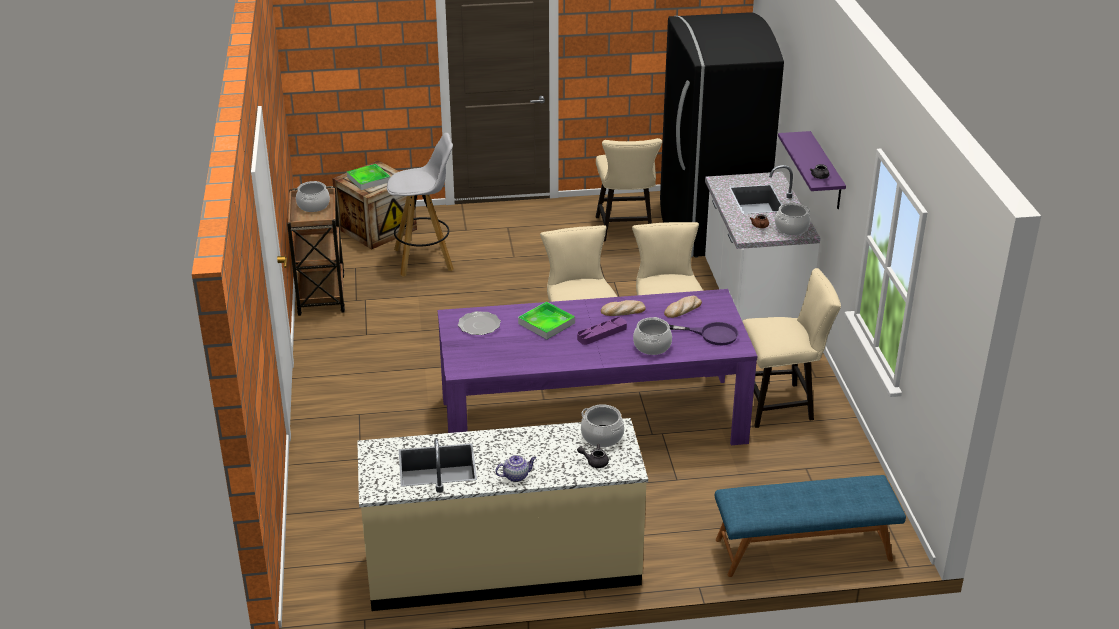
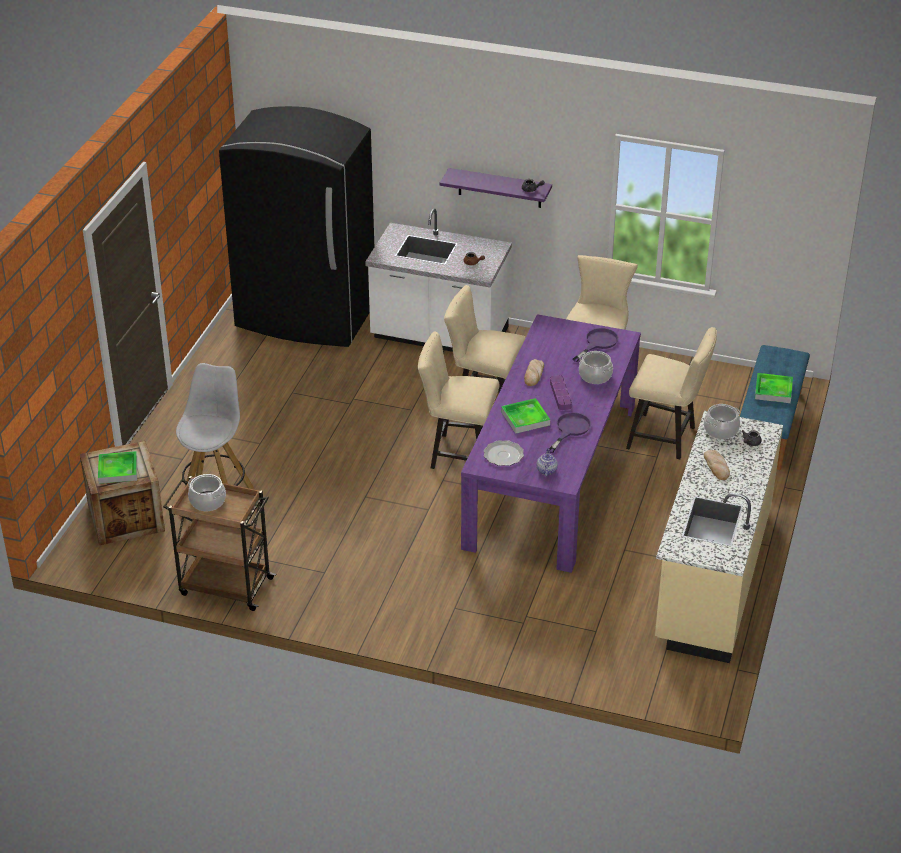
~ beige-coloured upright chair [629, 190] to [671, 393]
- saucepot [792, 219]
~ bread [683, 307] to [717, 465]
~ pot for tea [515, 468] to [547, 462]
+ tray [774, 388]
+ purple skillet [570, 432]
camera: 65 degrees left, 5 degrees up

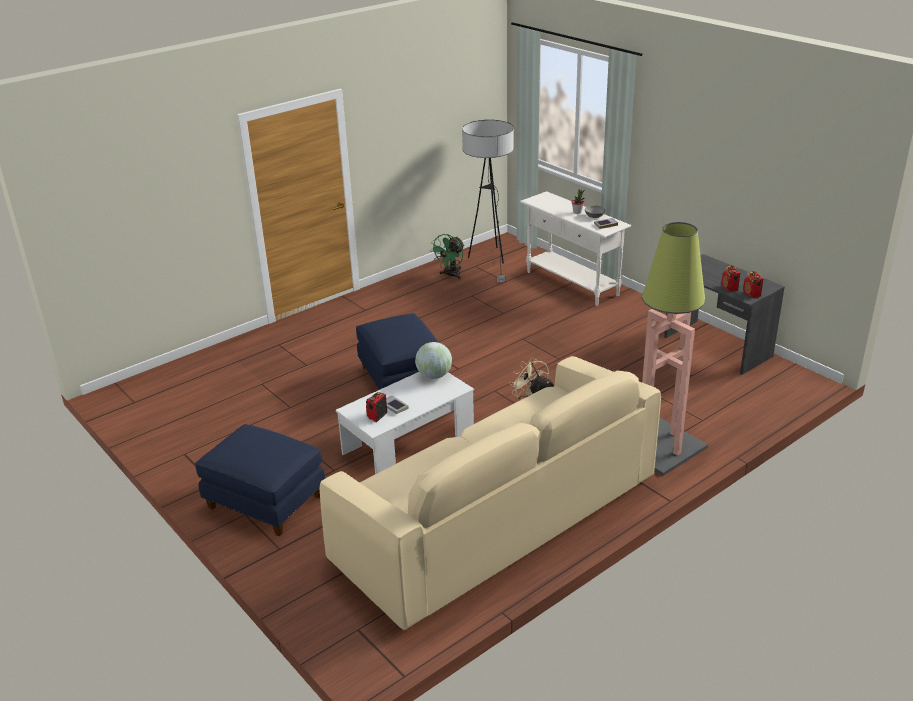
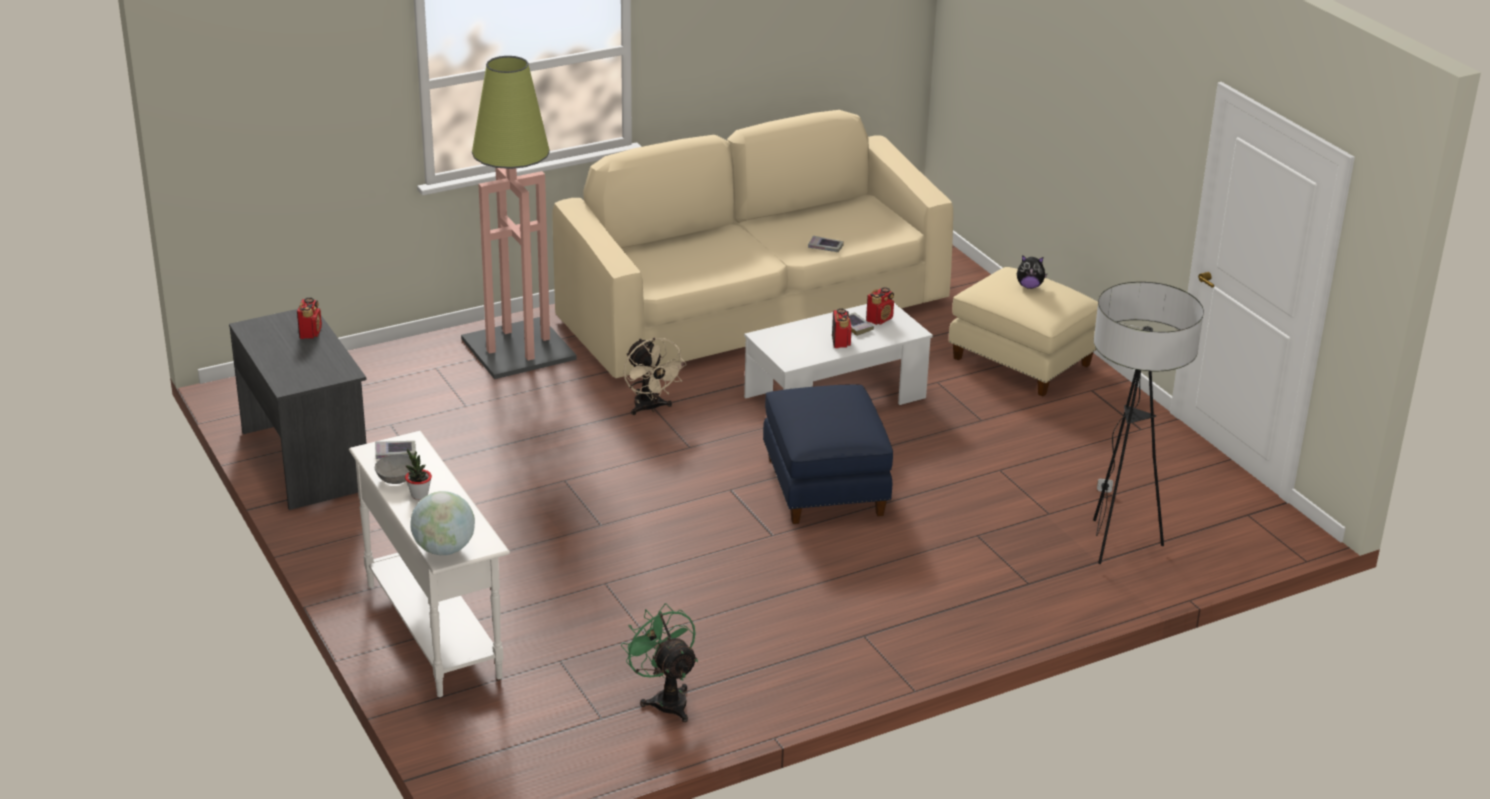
~ standing lamp [488, 201] to [1148, 423]
~ greenish electric fan [447, 256] = [659, 662] 75 degrees counterclockwise
~ radio set [753, 284] to [842, 328]
~ desk globe [433, 360] to [442, 523]
~ blue-coloured footrest [260, 480] to beige-coloured footrest [1023, 332]
+ bound book [826, 244]
+ plush toy [1032, 272]
camera: 170 degrees left, 0 degrees up

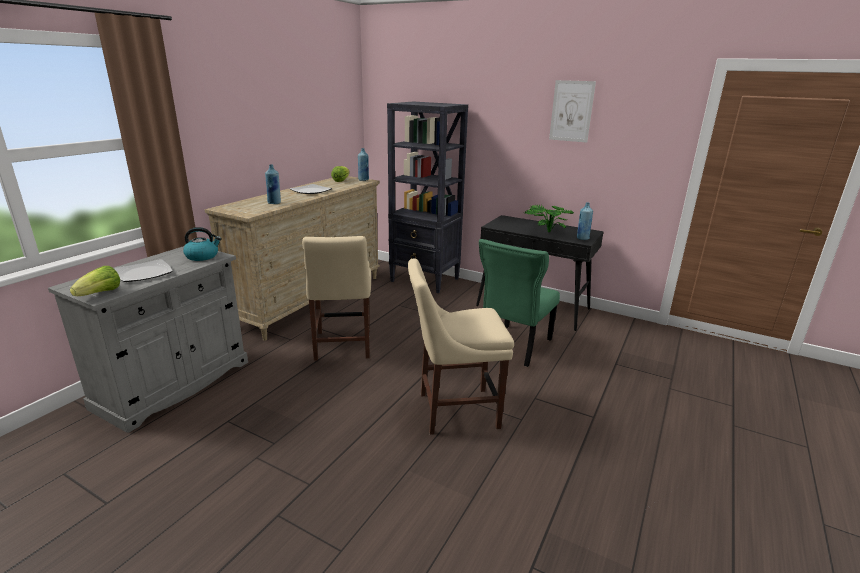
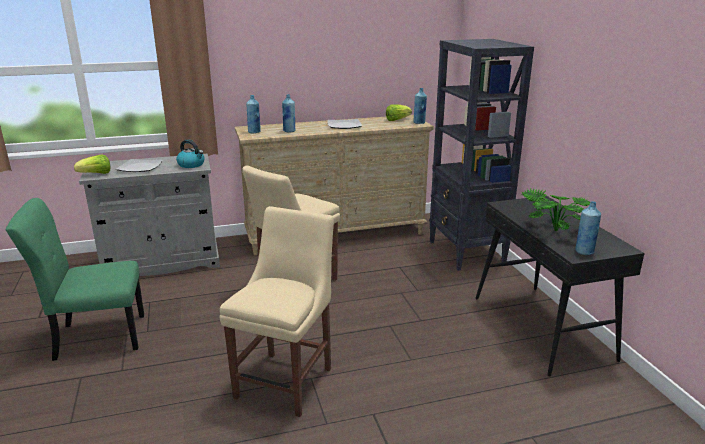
- wall picture [572, 111]
~ greenish upright chair [519, 303] to [75, 279]
~ beige-coloured upright chair [461, 347] = [276, 311] 75 degrees clockwise
+ blue-coloured bottle [253, 114]
camera: 45 degrees right, 0 degrees up

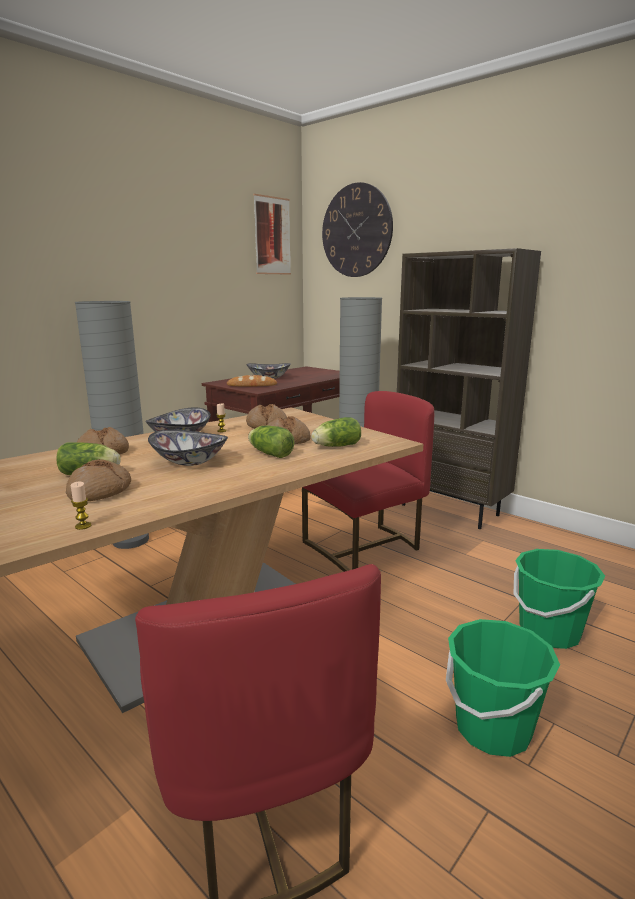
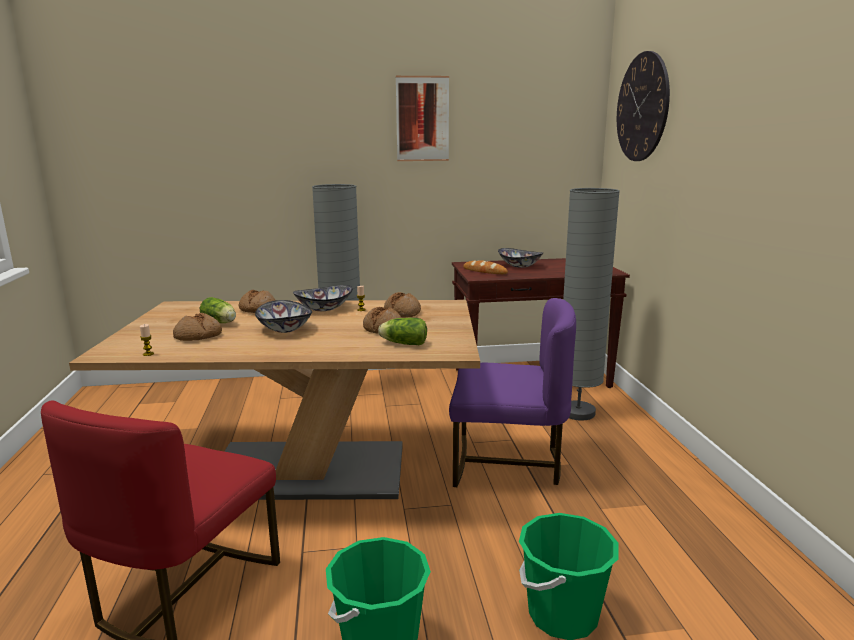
~ wall picture [272, 234] to [422, 118]
- brown bookcase [469, 388]
~ reddish upright chair [368, 481] to purple upright chair [512, 392]
- lettuce [271, 442]
camera: 40 degrees right, 0 degrees up

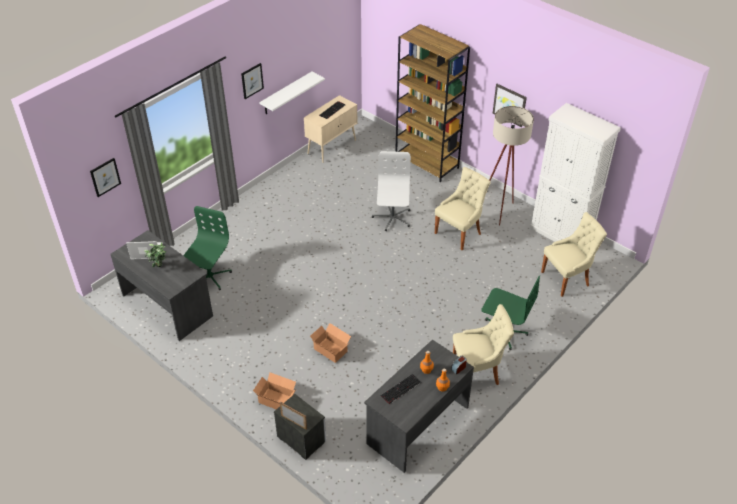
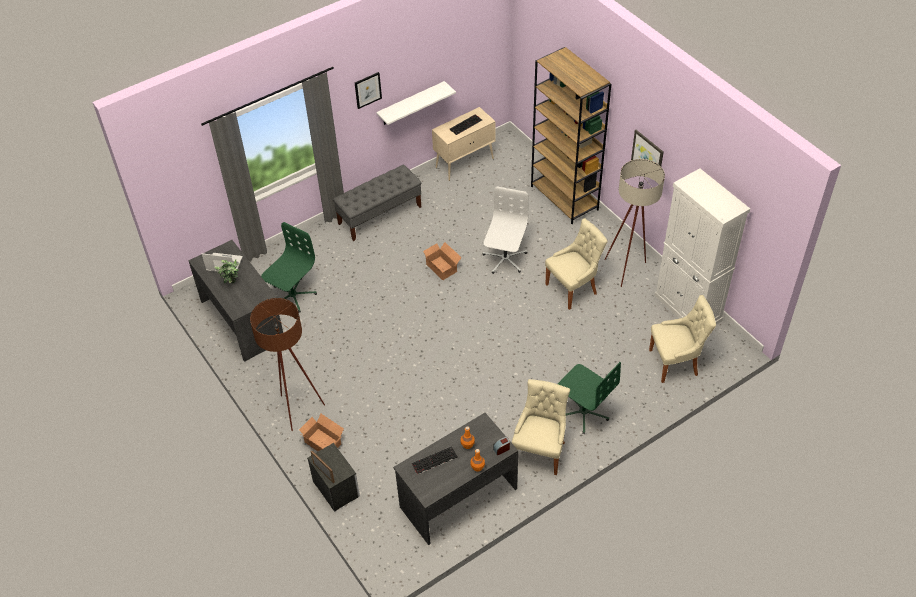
- wall picture [105, 177]
~ beige-coloured upright chair [483, 344] = [541, 427] 75 degrees counterclockwise
~ packing box [330, 343] to [442, 261]
+ grey indoor bench [377, 202]
+ brown standing lamp [287, 364]
camera: 15 degrees right, 5 degrees up

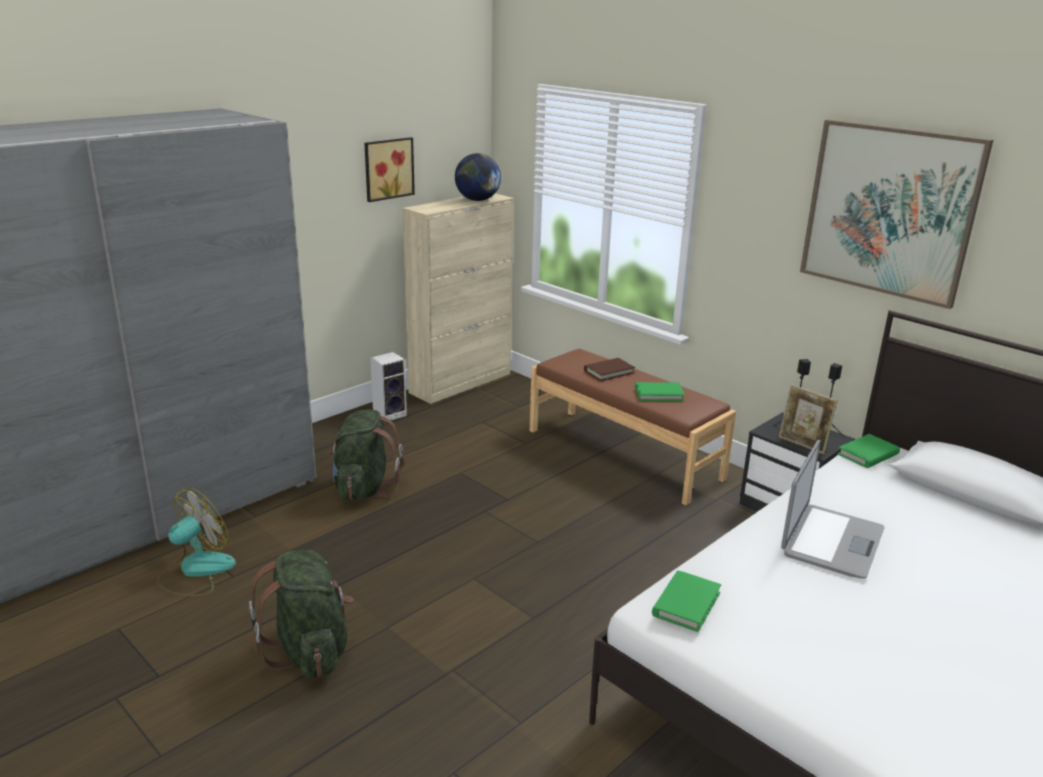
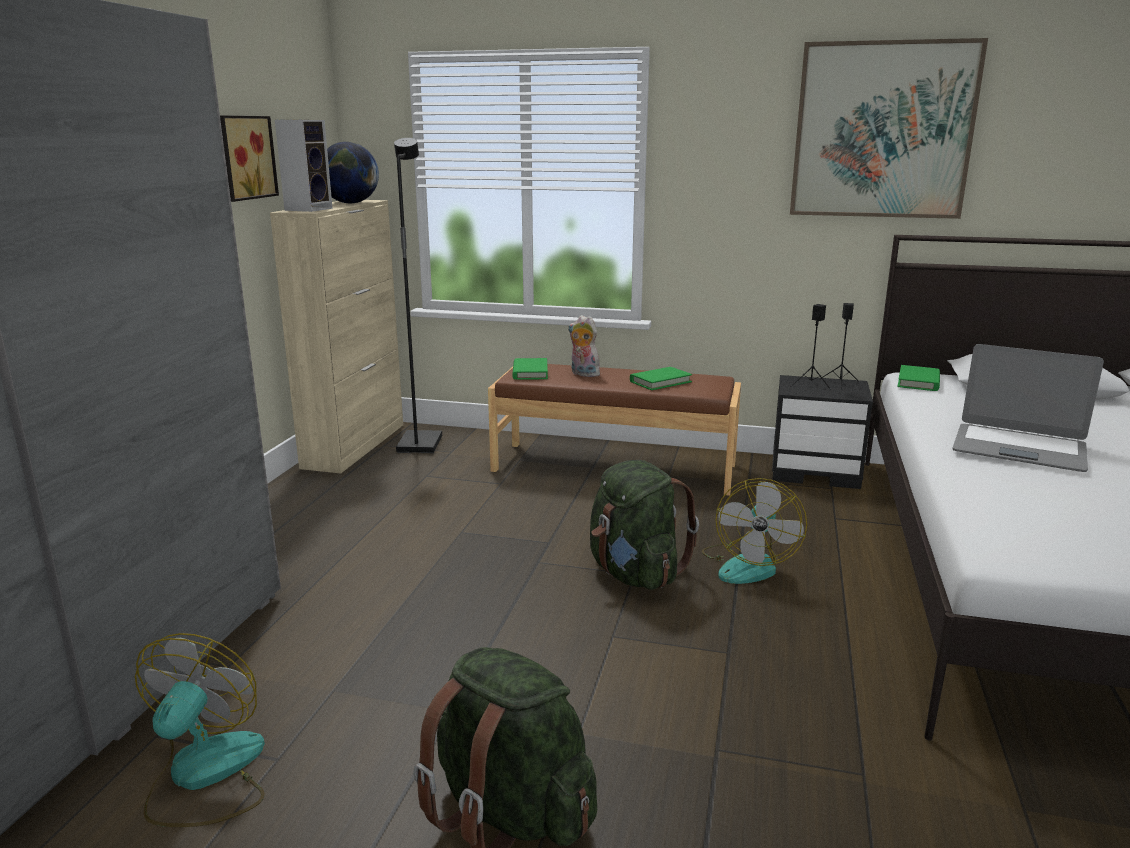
~ audio speaker [388, 386] to [304, 166]
~ brown bound book [609, 369] to plush toy [584, 346]
- picture frame [808, 419]
~ greenish knapsack [366, 454] to [644, 525]
~ laptop [833, 509] = [1028, 408] 120 degrees clockwise
~ greenish bound book [686, 601] to [530, 369]
+ black-coloured standing lamp [418, 295]
+ electric fan [754, 531]
camera: 30 degrees left, 5 degrees down

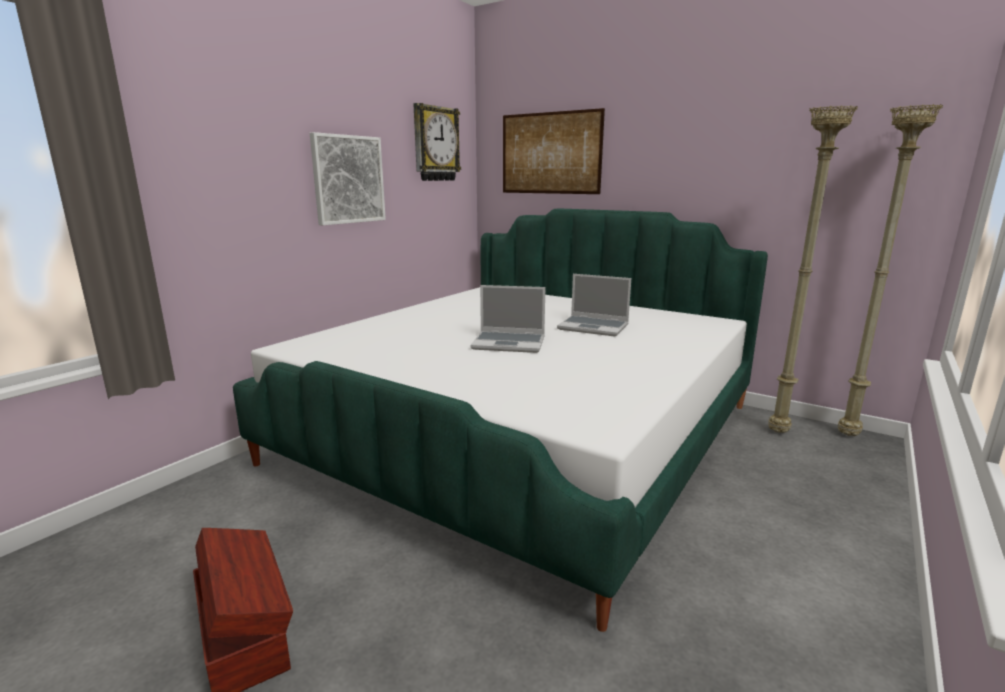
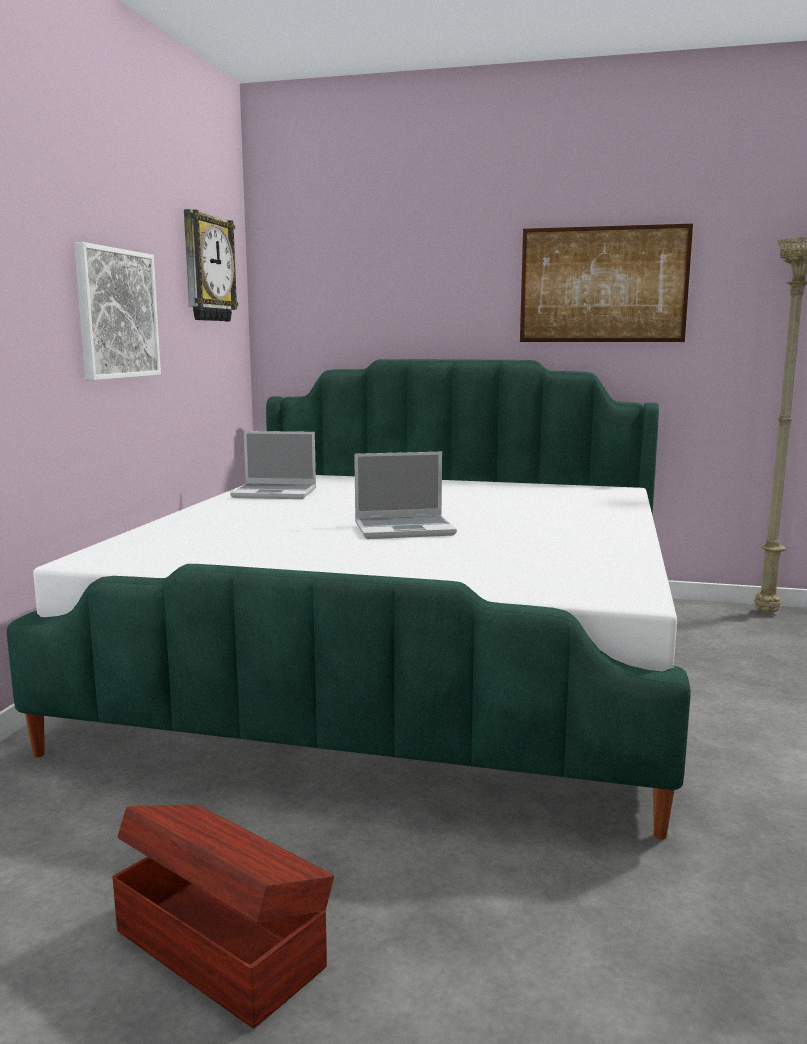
- beige-coloured standing lamp [813, 269]
~ wall picture [554, 151] to [606, 283]
~ laptop [594, 305] to [273, 465]
camera: 20 degrees left, 5 degrees down

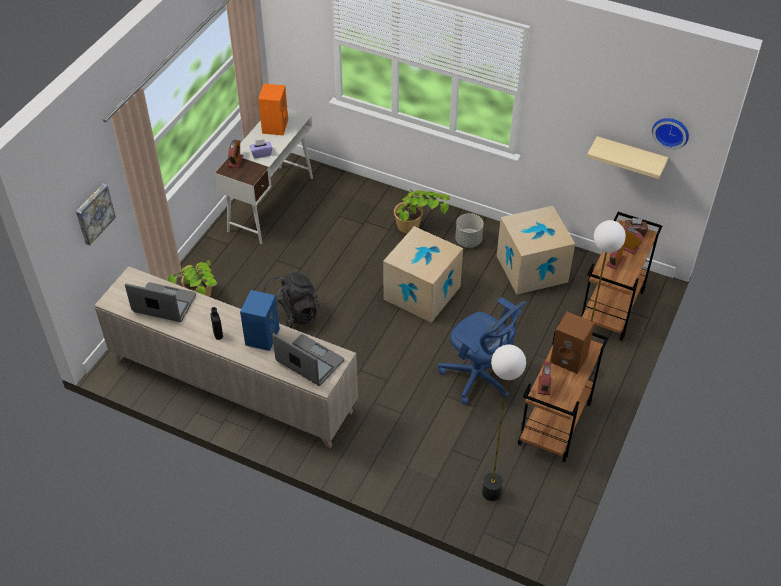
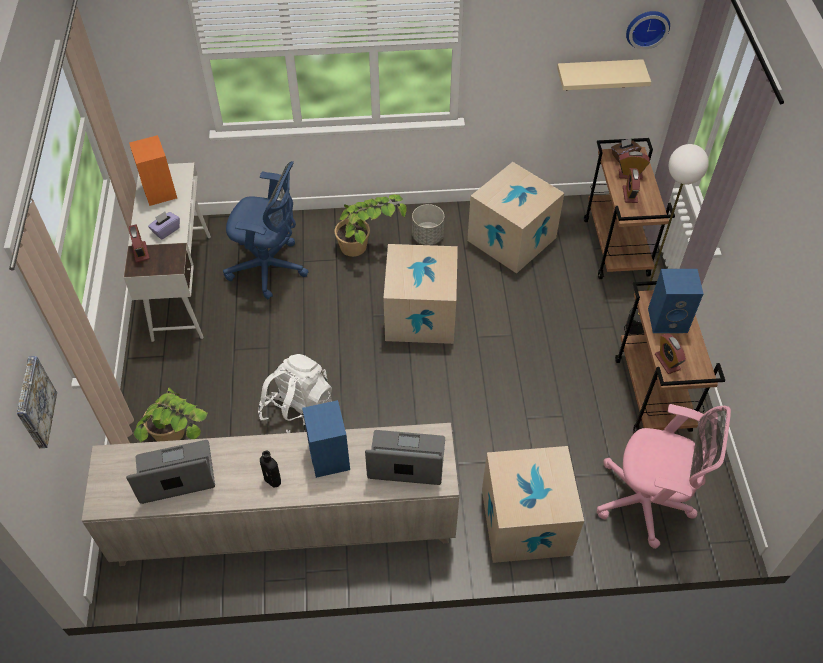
~ black-coloured knapsack [291, 300] to white-coloured knapsack [295, 393]
~ blue-coloured computer chair [482, 351] to [266, 230]
~ brown audio speaker [572, 343] to blue-coloured audio speaker [676, 301]
~ standing lamp [504, 423] to pink computer chair [664, 476]
+ packing box [533, 504]
camera: 30 degrees left, 5 degrees up

